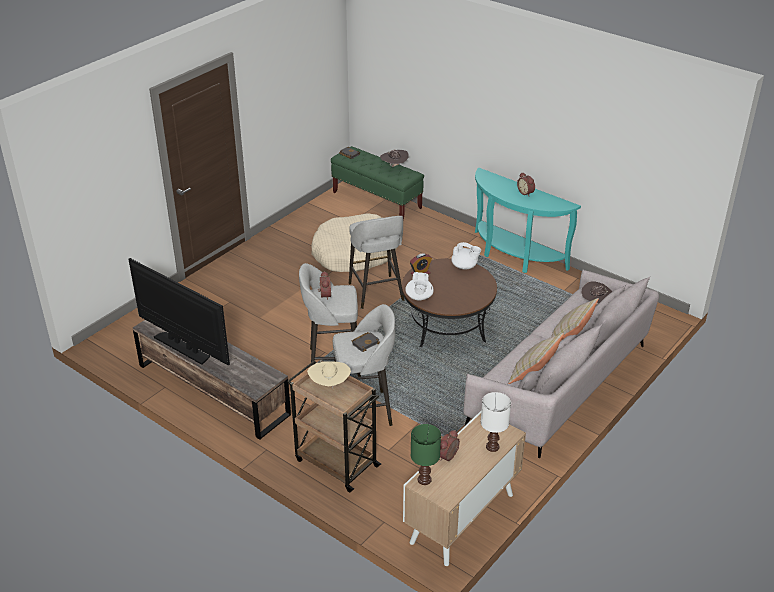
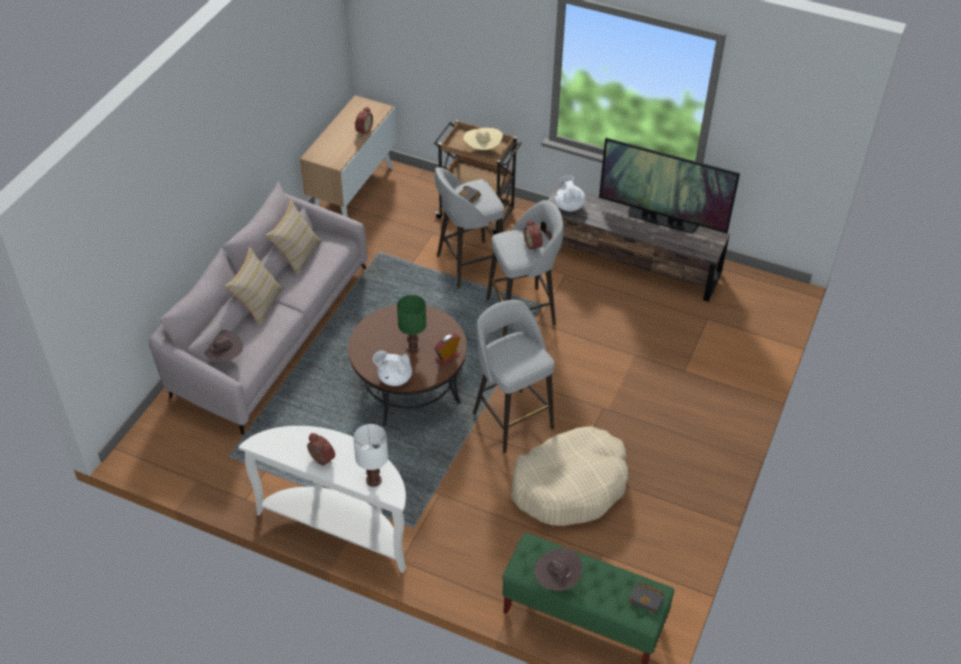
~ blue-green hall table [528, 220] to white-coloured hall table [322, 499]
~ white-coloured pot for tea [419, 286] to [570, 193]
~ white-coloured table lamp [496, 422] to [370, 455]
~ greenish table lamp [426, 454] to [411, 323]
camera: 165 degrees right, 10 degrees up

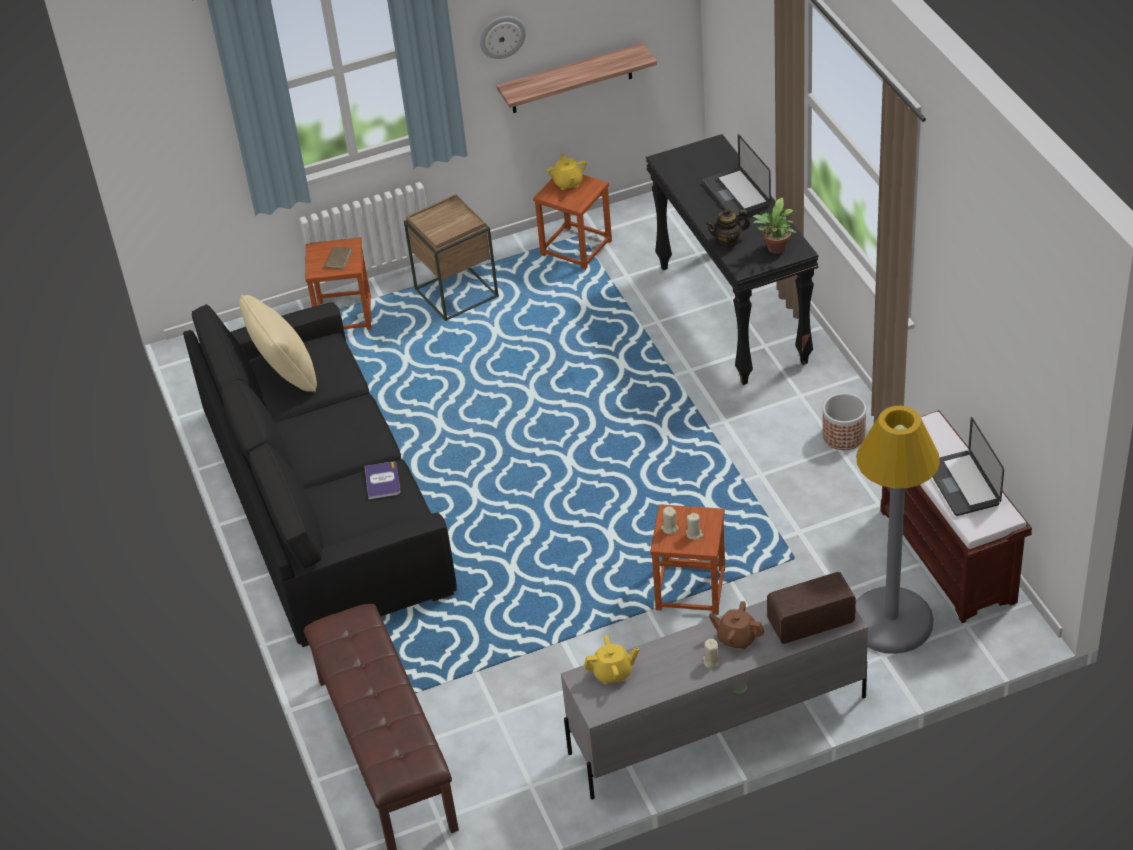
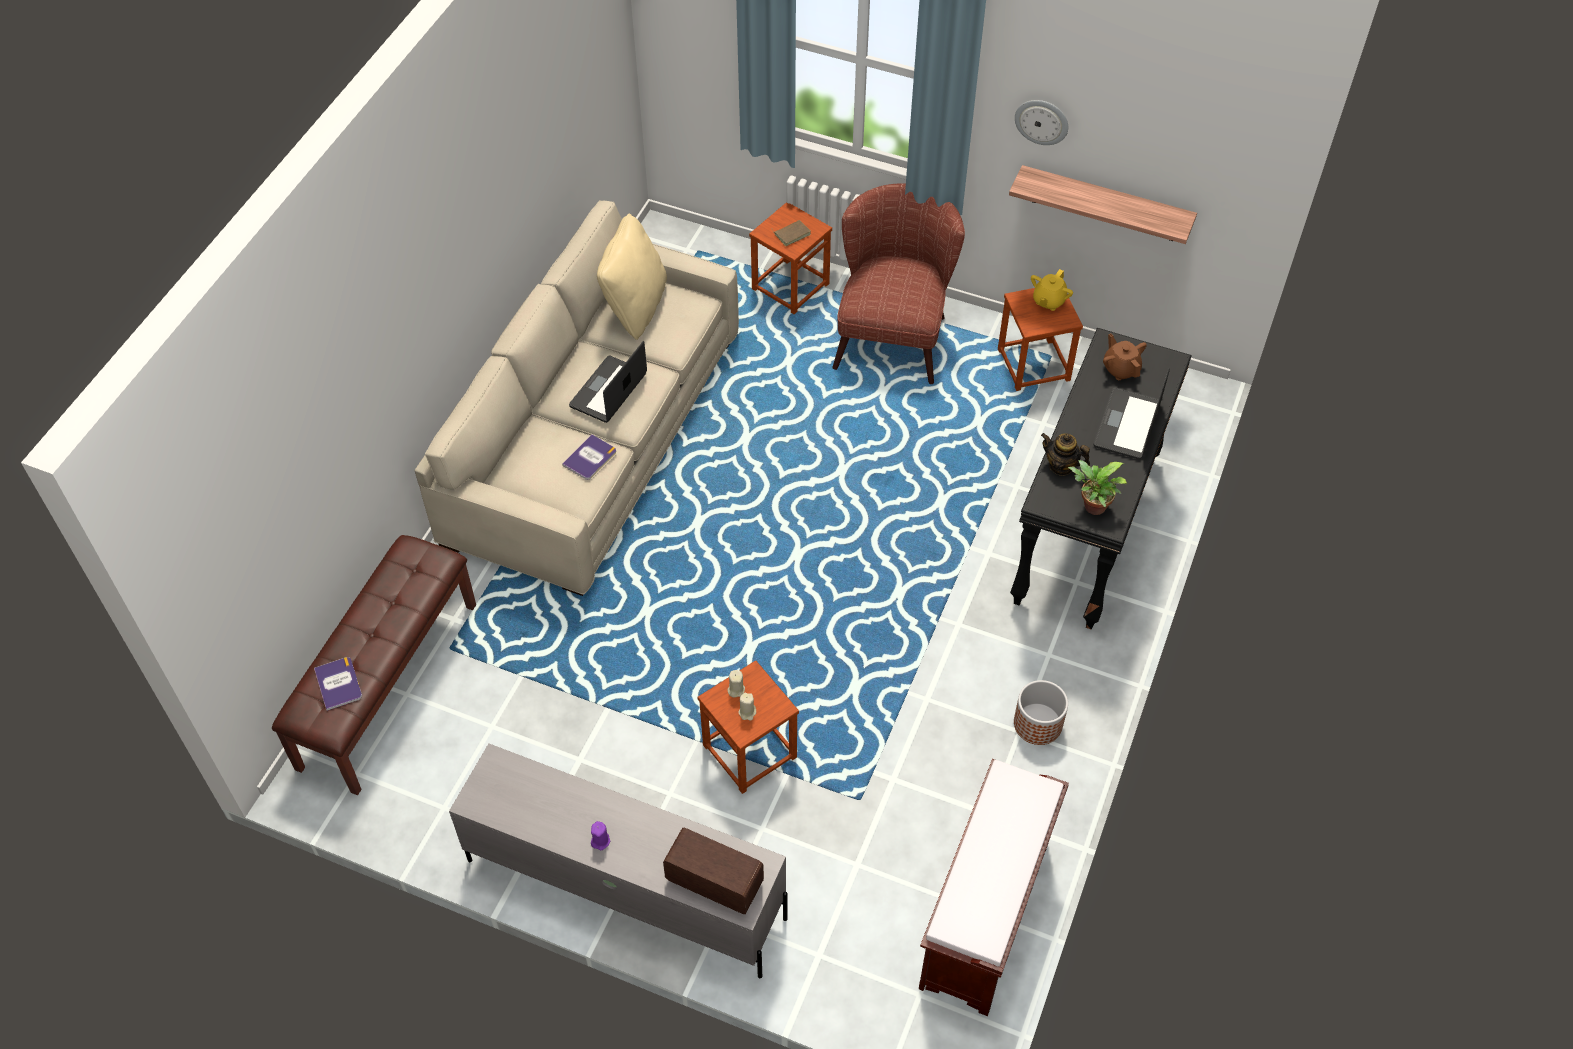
~ brown end table [451, 257] to brown armchair [898, 283]
~ black-coloured couch [320, 474] to beige-coloured couch [577, 398]
- grey standing lamp [898, 530]
~ laptop [968, 466] to [608, 382]
~ brown pot for tea [736, 625] to [1125, 357]
- yellow pot for tea [611, 659]
~ beige-coloured wax candle [711, 653] to purple wax candle [600, 835]
+ bound book [338, 684]
camera: 40 degrees right, 10 degrees up

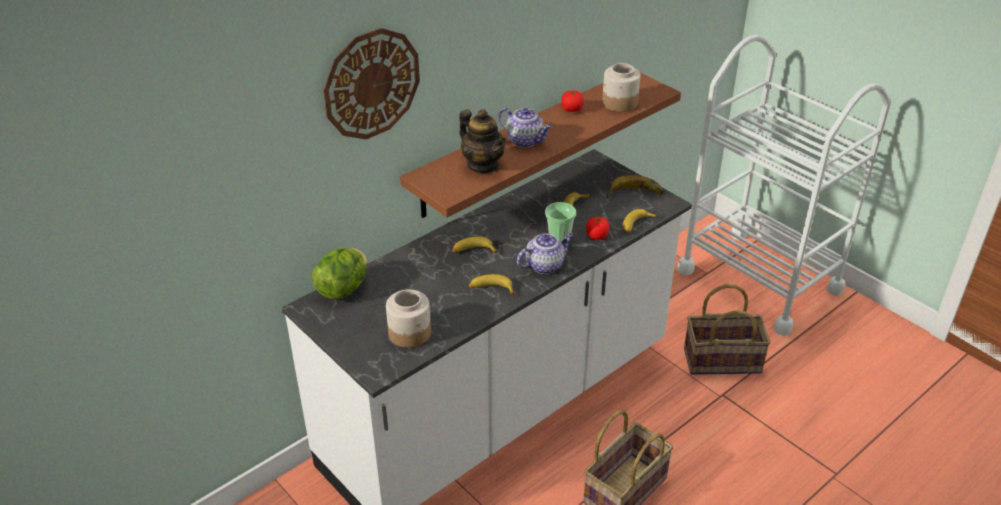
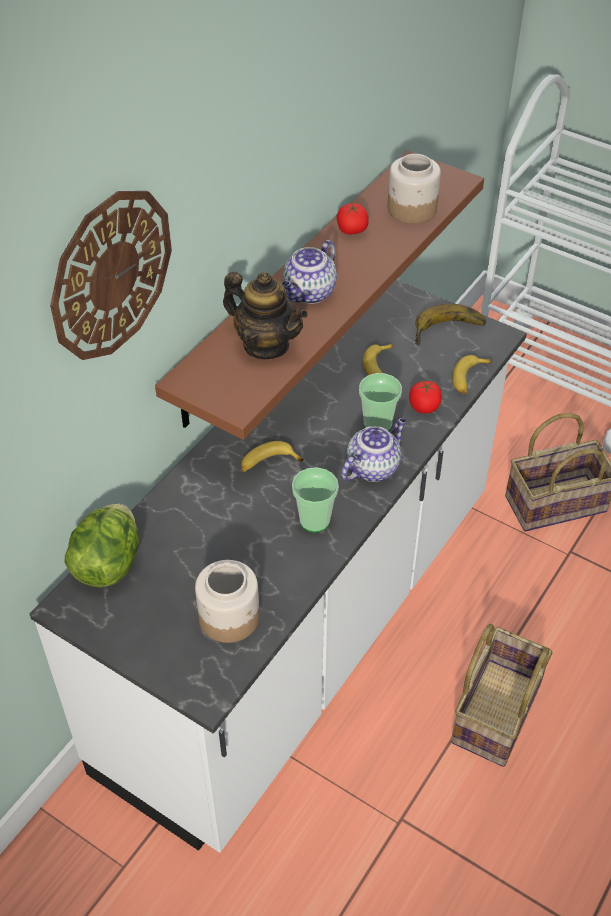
~ pot for tea [525, 127] = [309, 272] 105 degrees clockwise
~ whole banana [491, 284] to small cup [315, 499]
camera: 15 degrees left, 10 degrees up

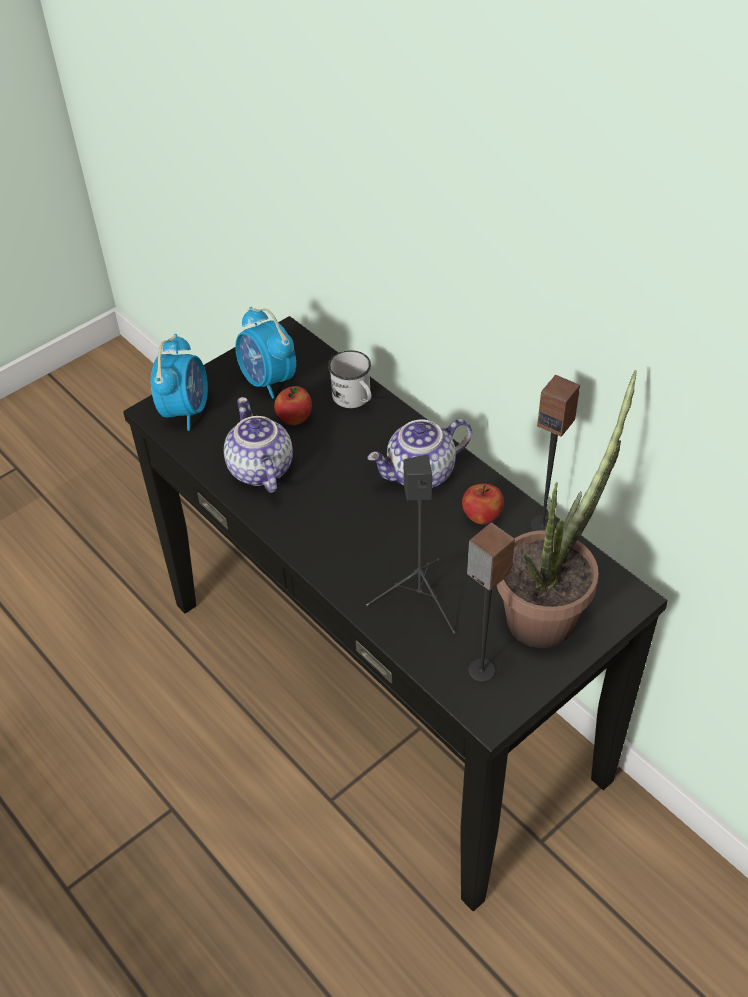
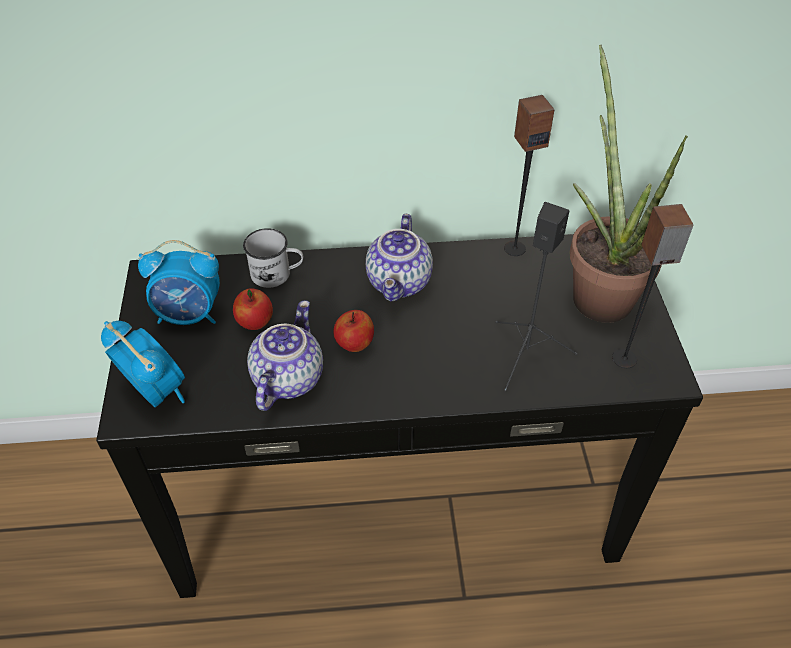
~ pot for tea [258, 445] = [285, 356] 90 degrees clockwise
~ apple [483, 503] to [353, 331]
camera: 55 degrees left, 0 degrees up

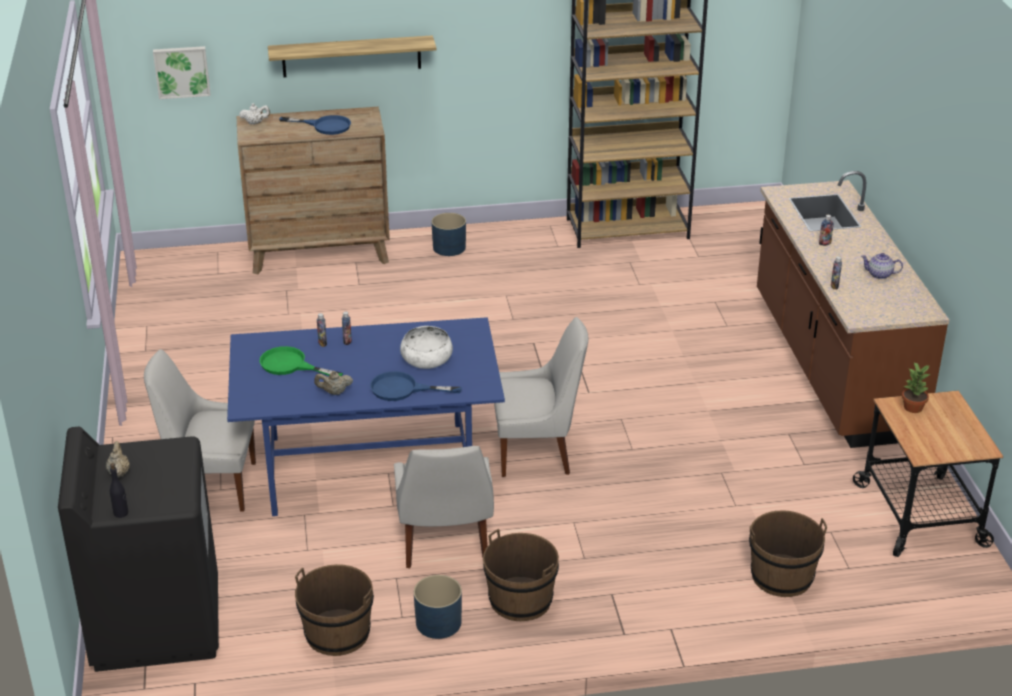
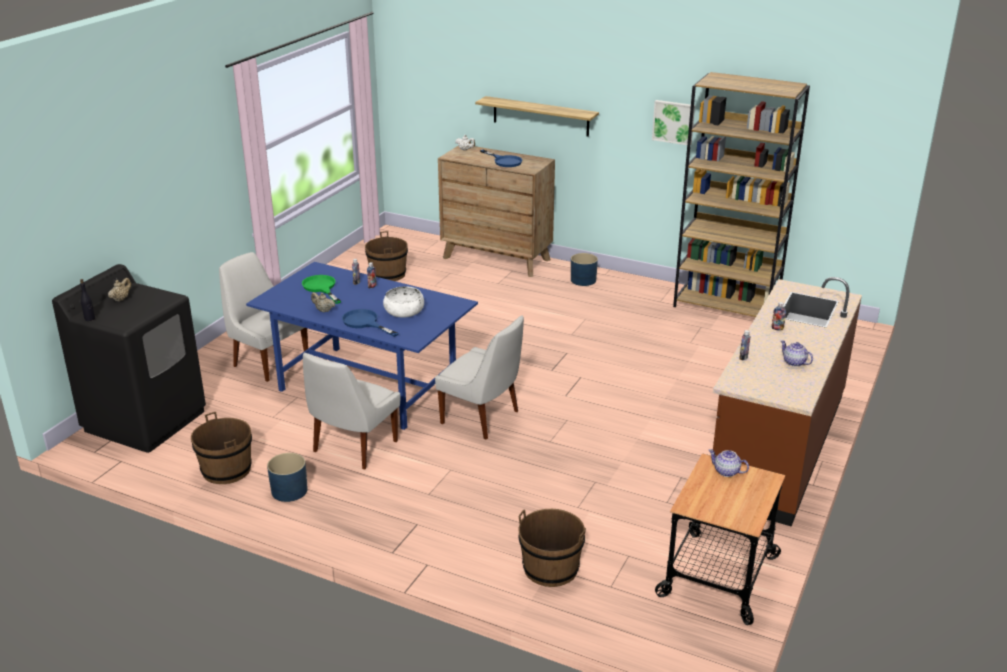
~ wall picture [182, 72] to [673, 122]
~ potted plant [916, 387] to pot for tea [729, 463]
~ brown water bucket [521, 575] to [386, 256]
camera: 35 degrees right, 5 degrees down

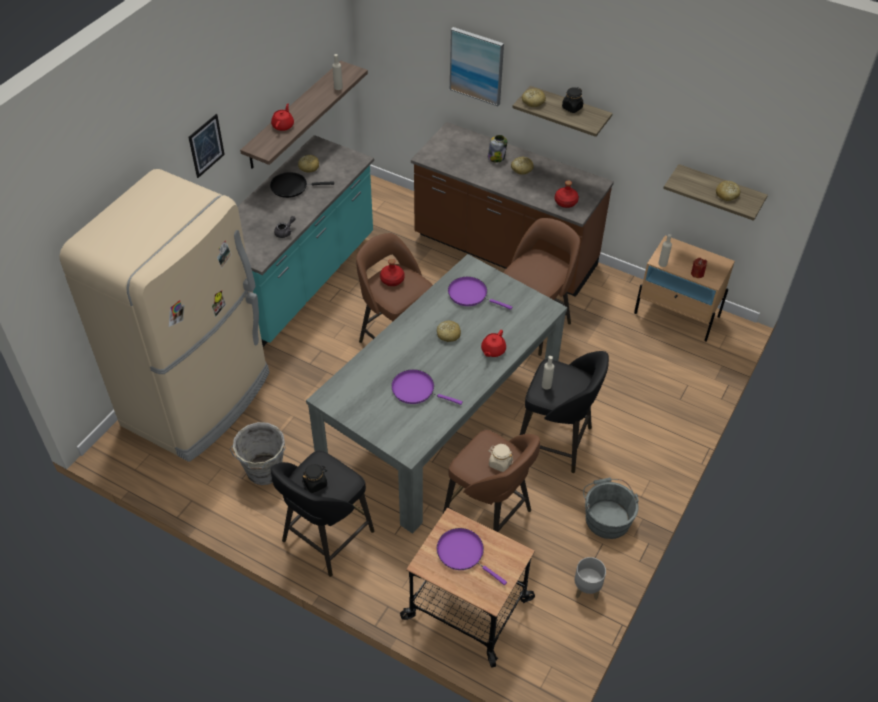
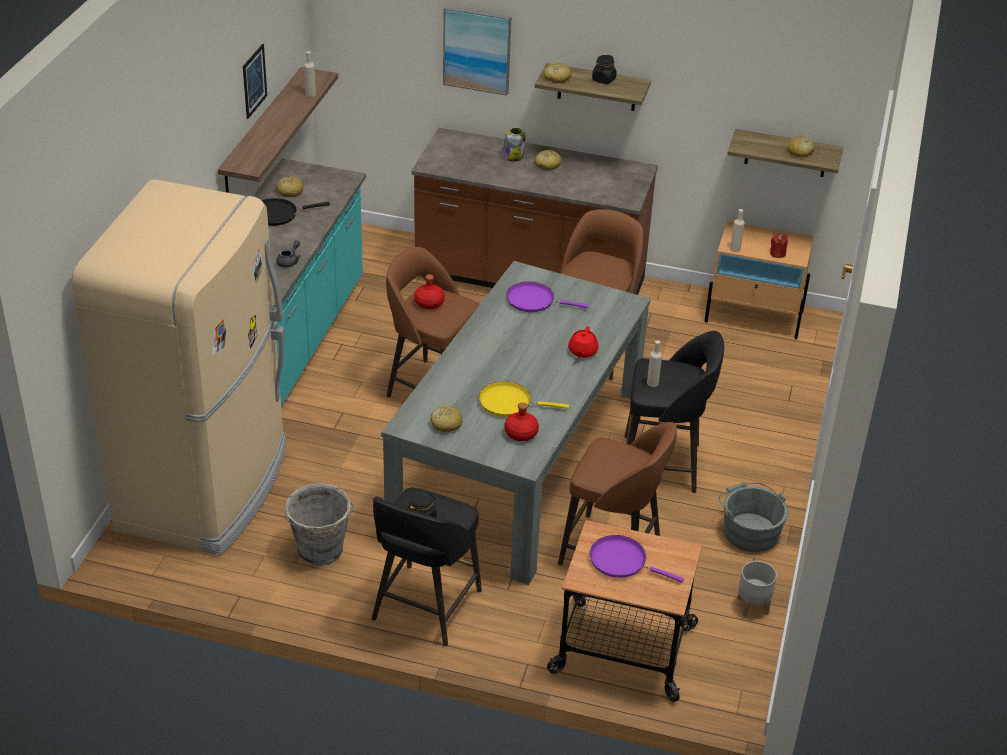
- reddish pot for tea [282, 117]
~ wall picture [206, 146] to [255, 81]
~ reddish bottle [566, 194] to [521, 422]
~ bread [449, 331] to [446, 419]
~ purple skillet [427, 387] to yellow skillet [524, 399]
- beige-coloured storage jar [501, 458]
camera: 15 degrees left, 10 degrees down

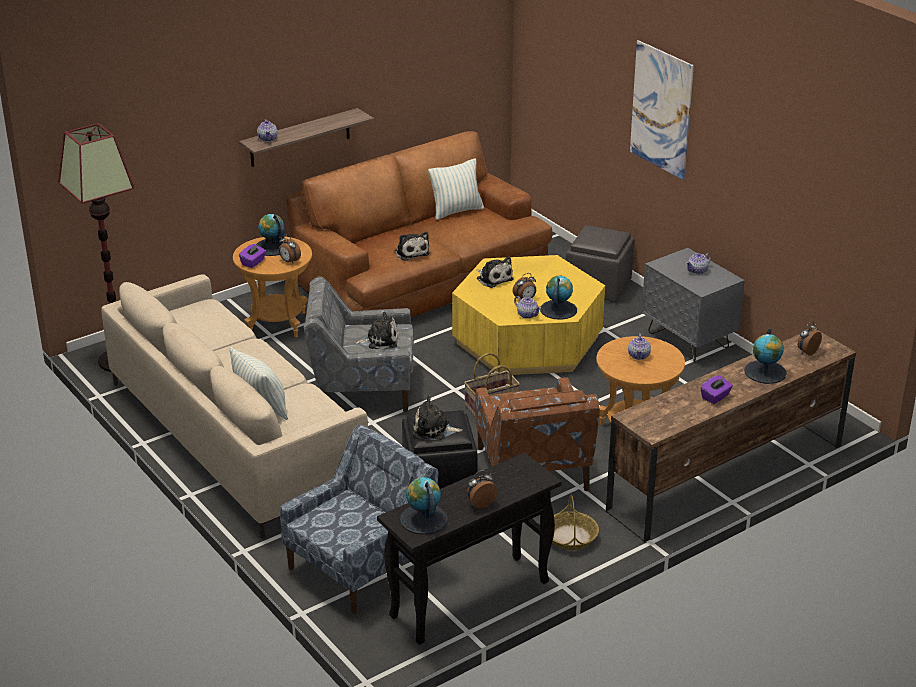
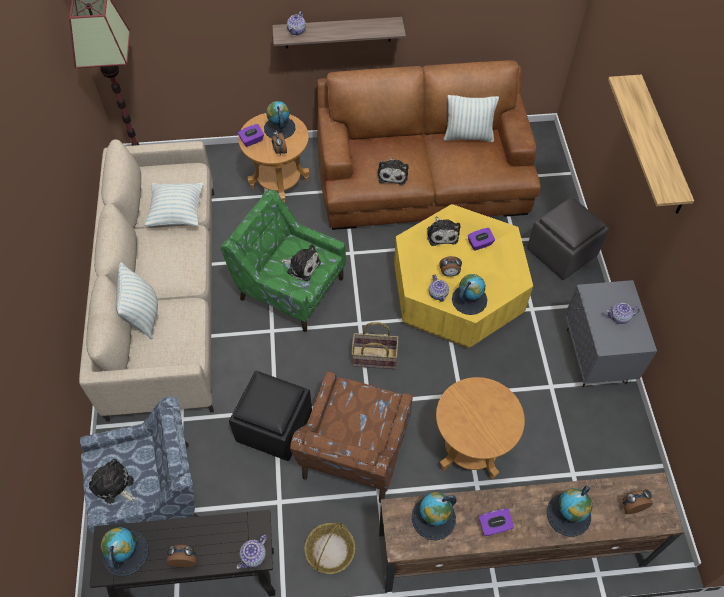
~ wall picture [662, 110] to shelf [651, 144]
~ grey armchair [359, 344] to greenish armchair [283, 261]
~ pot for tea [639, 346] to [252, 551]
~ plush toy [437, 417] to [112, 481]
+ cushion [174, 204]
+ purple box of tissues [481, 239]
+ desk globe [434, 516]
camera: 30 degrees right, 25 degrees up

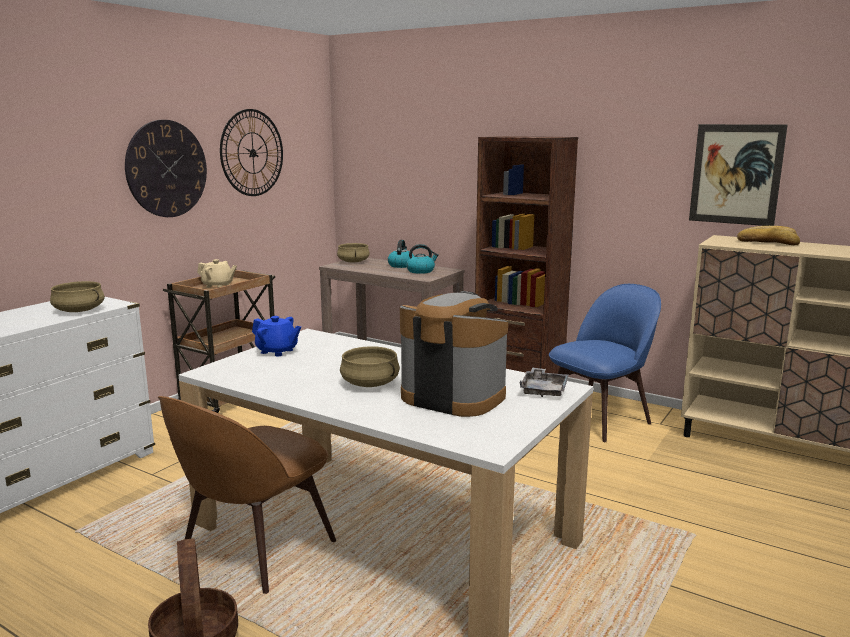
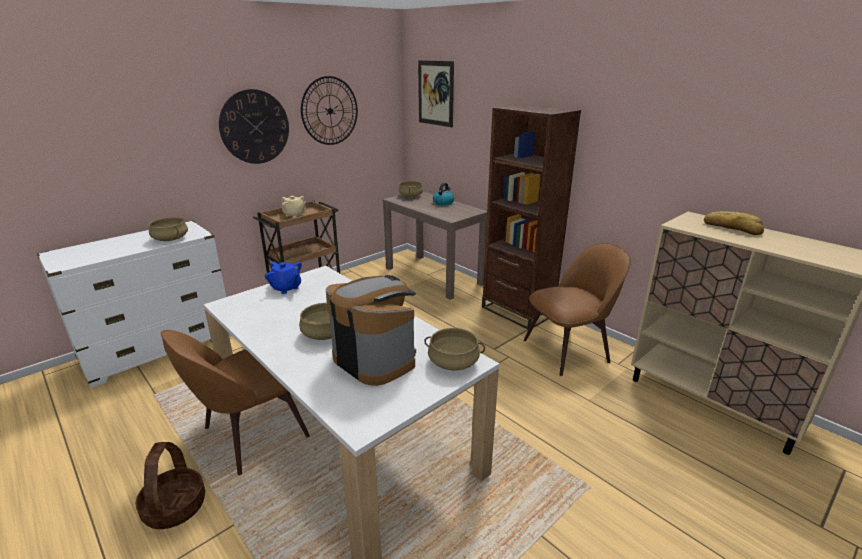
~ wall picture [738, 175] to [436, 93]
- water kettle [422, 259]
~ blue-coloured upright chair [605, 363] to brown upright chair [577, 309]
~ grey tray [544, 382] to beige-coloured saucepot [454, 349]
camera: 15 degrees right, 10 degrees up

